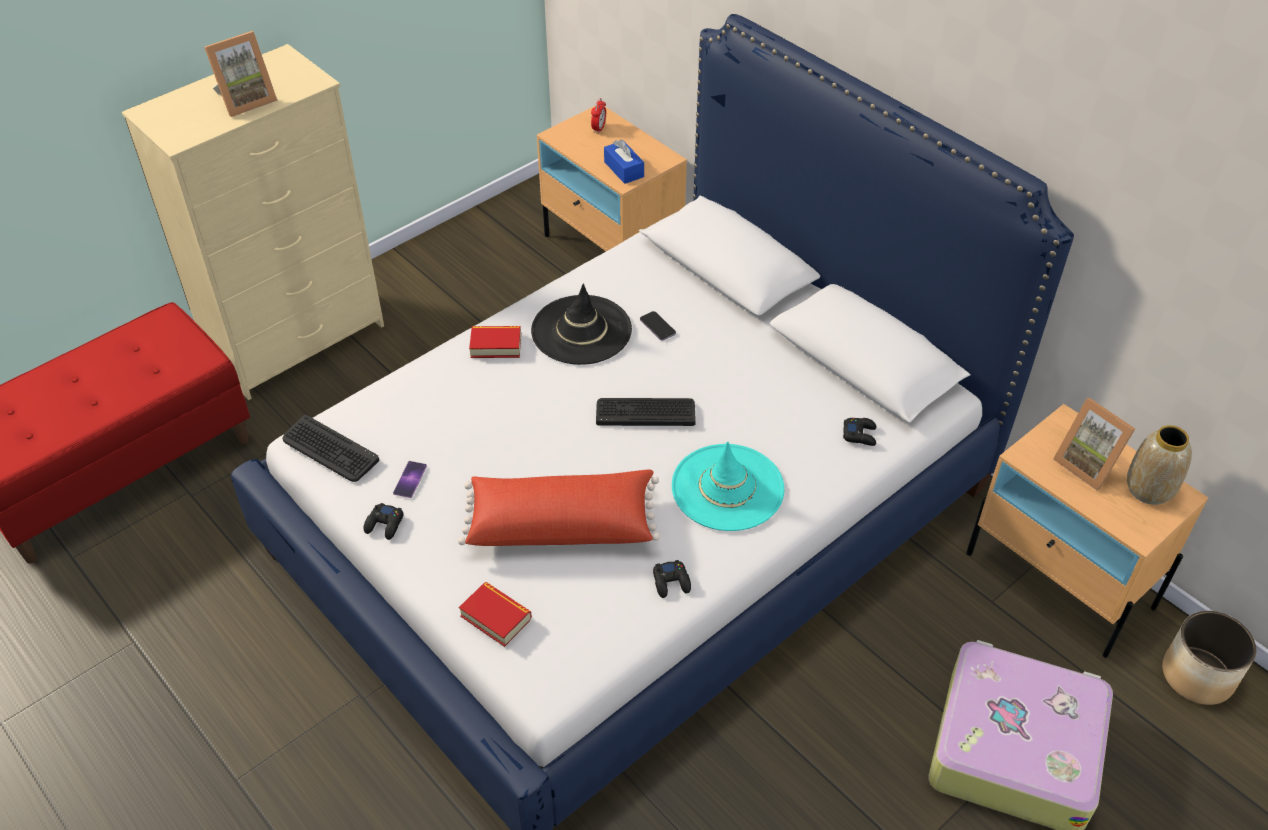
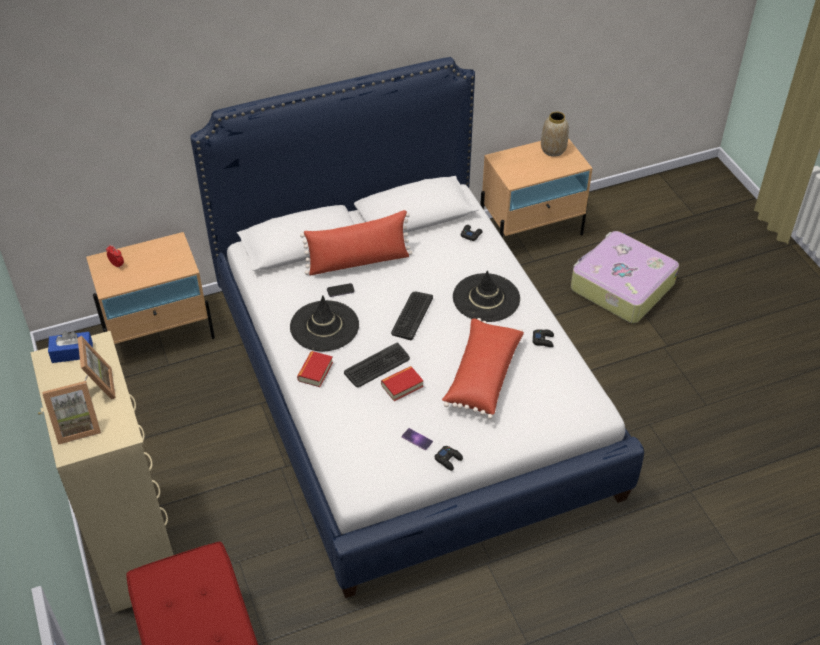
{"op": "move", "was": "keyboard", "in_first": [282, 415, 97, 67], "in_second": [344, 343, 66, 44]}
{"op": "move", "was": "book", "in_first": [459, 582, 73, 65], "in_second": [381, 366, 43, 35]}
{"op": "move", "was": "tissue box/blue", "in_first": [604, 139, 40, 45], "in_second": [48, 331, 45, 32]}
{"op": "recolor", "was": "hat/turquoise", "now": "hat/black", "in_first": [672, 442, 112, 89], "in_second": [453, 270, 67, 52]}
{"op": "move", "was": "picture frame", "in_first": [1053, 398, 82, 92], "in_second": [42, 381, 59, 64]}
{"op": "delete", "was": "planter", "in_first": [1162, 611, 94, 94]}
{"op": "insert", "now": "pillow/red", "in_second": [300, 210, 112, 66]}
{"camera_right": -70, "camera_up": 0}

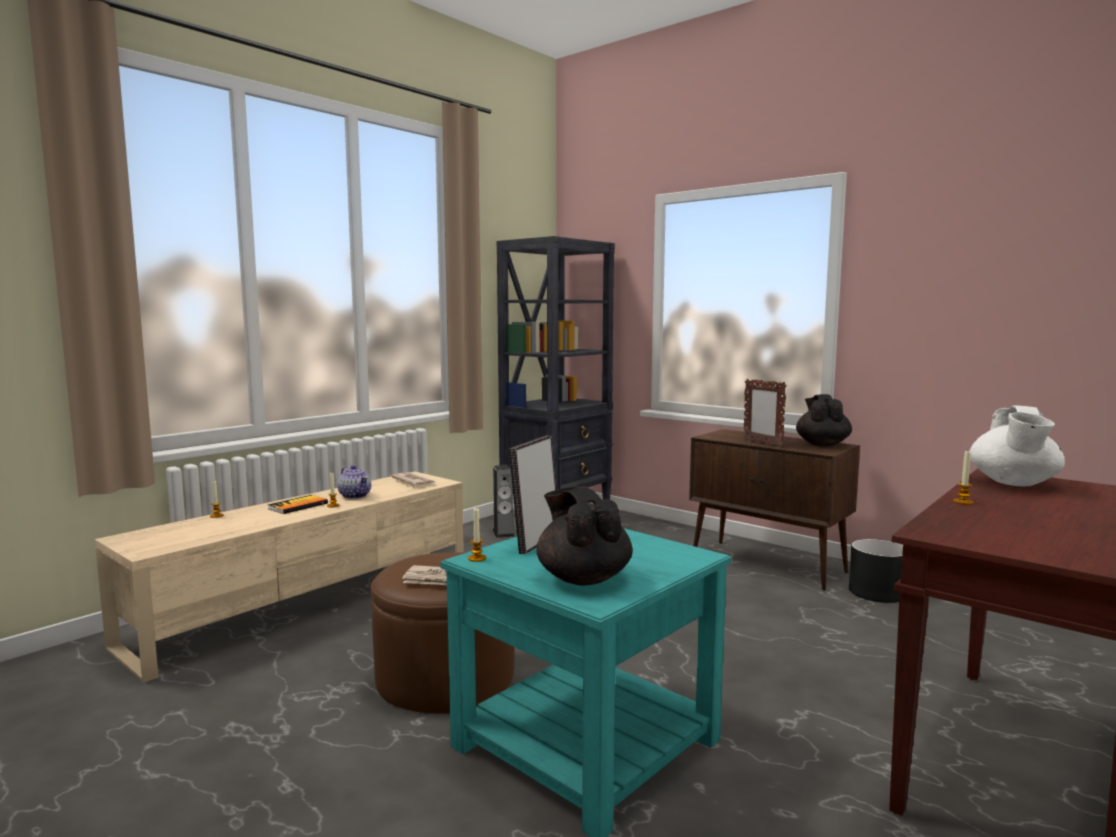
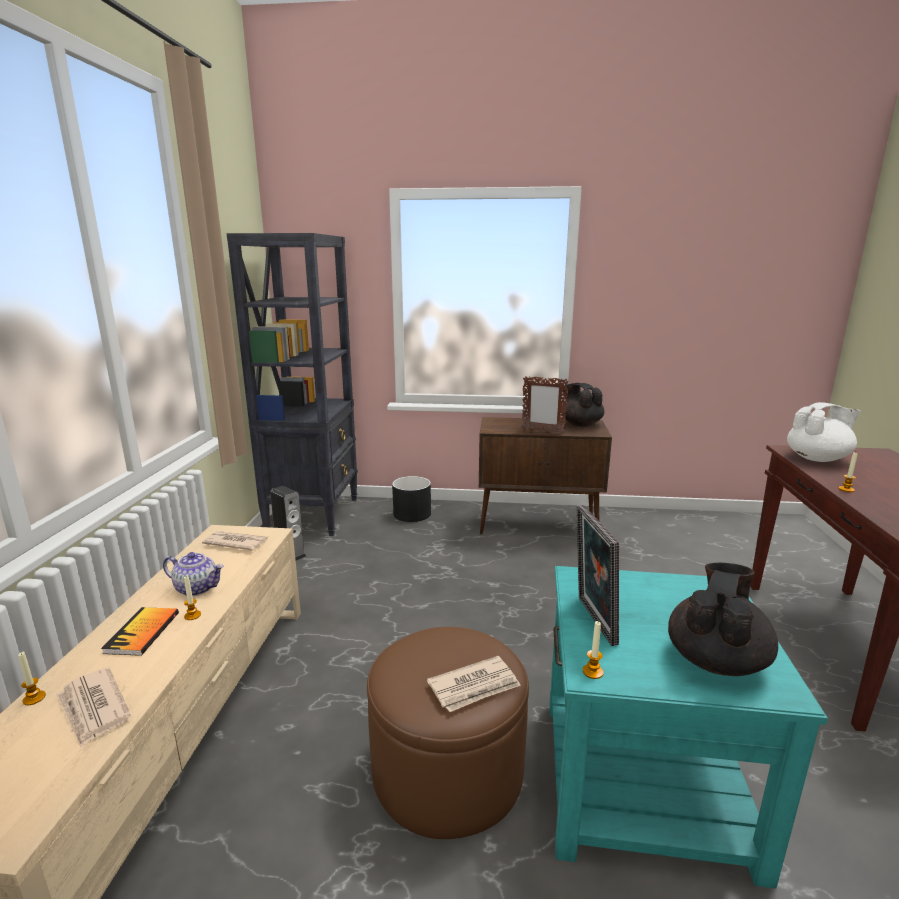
{"op": "rotate", "was": "teapot/black", "in_first": [536, 486, 97, 100], "in_second": [668, 563, 110, 113], "clockwise": 90}
{"op": "move", "was": "planter/black", "in_first": [849, 539, 54, 64], "in_second": [392, 476, 39, 46]}
{"op": "rotate", "was": "teapot/white", "in_first": [969, 405, 96, 81], "in_second": [787, 402, 74, 60], "clockwise": -90}
{"op": "insert", "now": "newspaper", "in_second": [56, 667, 75, 80]}
{"camera_right": -35, "camera_up": 10}

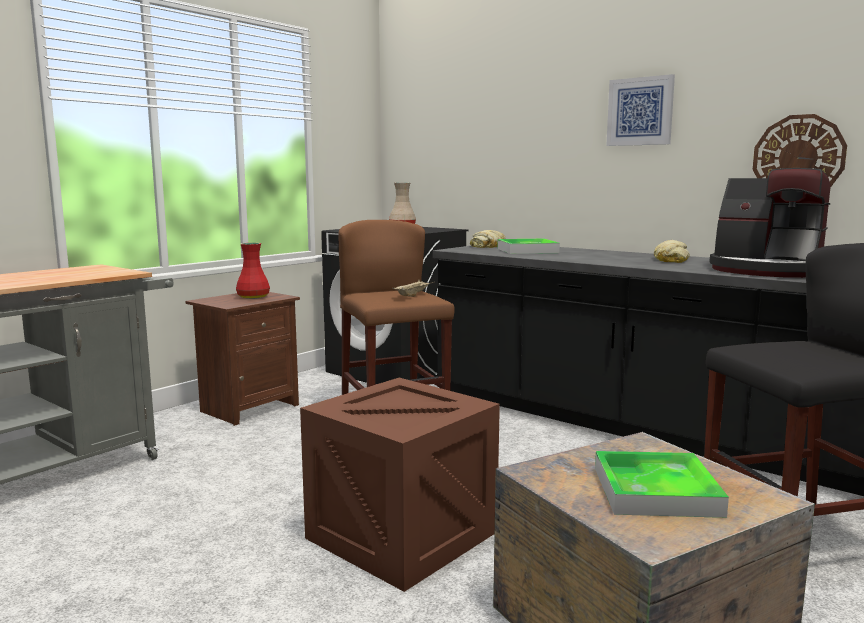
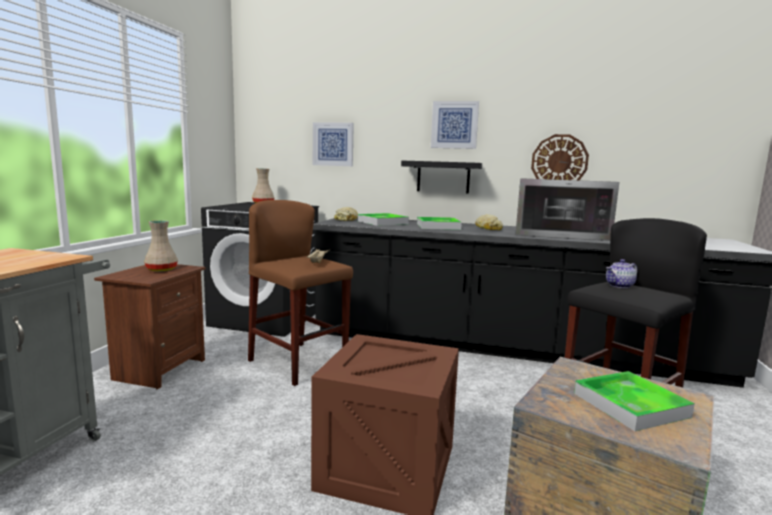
{"op": "recolor", "was": "vase/red", "now": "vase/beige", "in_first": [236, 243, 34, 56], "in_second": [144, 220, 34, 52]}
{"op": "replace", "was": "coffee machine", "now": "microwave", "in_first": [709, 168, 122, 110], "in_second": [515, 178, 104, 63]}
{"op": "insert", "now": "picture", "in_second": [313, 122, 41, 44]}
{"op": "insert", "now": "shelf/black", "in_second": [401, 161, 81, 33]}
{"op": "insert", "now": "tray", "in_second": [417, 217, 45, 13]}
{"op": "insert", "now": "teapot", "in_second": [606, 259, 32, 29]}
{"camera_right": -25, "camera_up": 0}

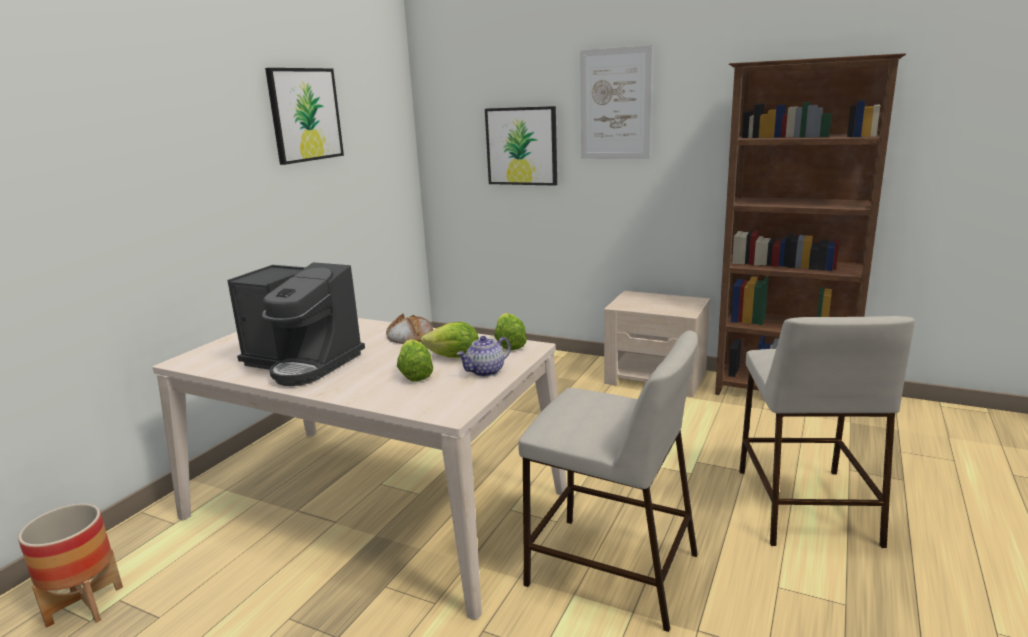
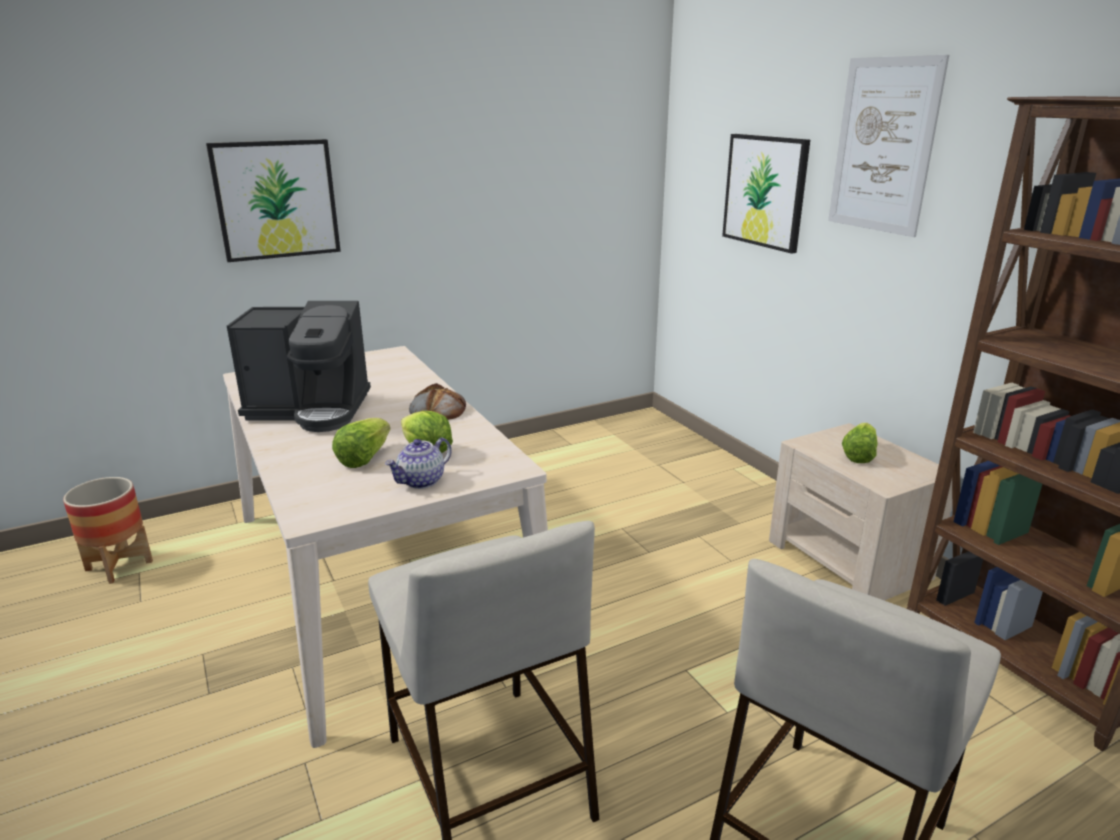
{"op": "rotate", "was": "coffee machine", "in_first": [227, 262, 138, 124], "in_second": [227, 301, 144, 131], "clockwise": -60}
{"op": "move", "was": "picture", "in_first": [265, 68, 79, 97], "in_second": [206, 139, 135, 123]}
{"op": "rotate", "was": "teapot", "in_first": [457, 336, 54, 41], "in_second": [385, 438, 67, 51], "clockwise": -45}
{"op": "move", "was": "lettuce", "in_first": [494, 313, 33, 38], "in_second": [842, 423, 35, 40]}
{"camera_right": 35, "camera_up": 5}

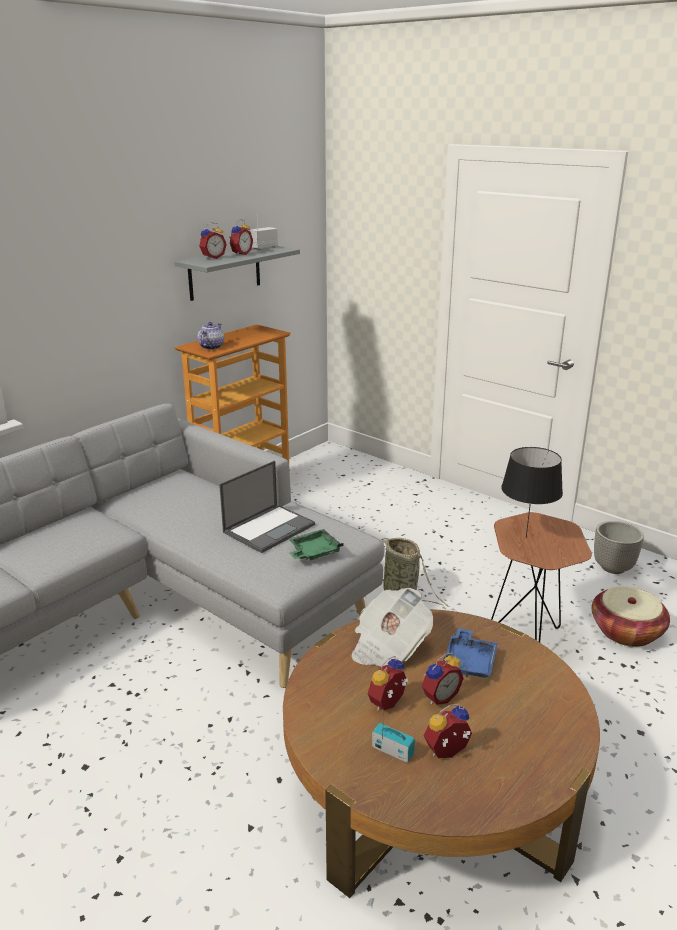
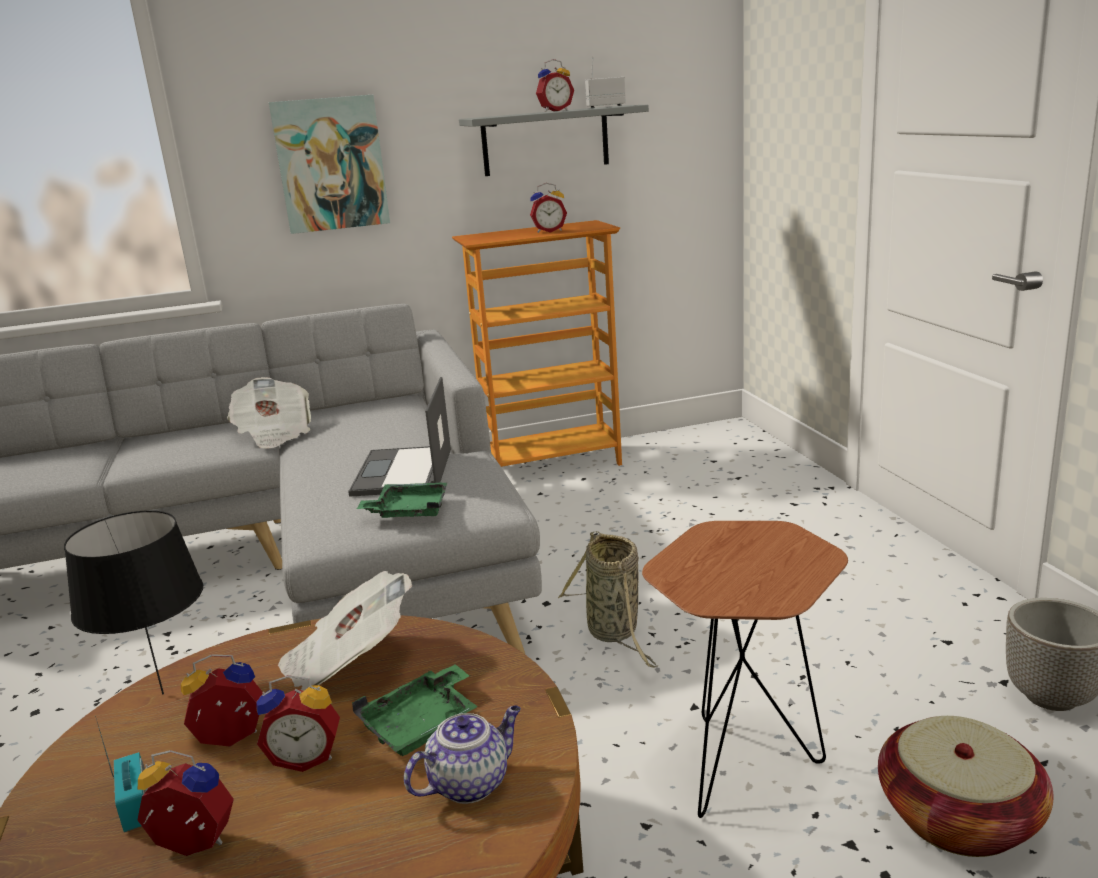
{"op": "move", "was": "teapot", "in_first": [197, 322, 27, 28], "in_second": [404, 706, 117, 98]}
{"op": "move", "was": "alarm clock", "in_first": [199, 222, 28, 37], "in_second": [530, 183, 37, 50]}
{"op": "rotate", "was": "laptop", "in_first": [219, 460, 96, 93], "in_second": [348, 377, 103, 120], "clockwise": 105}
{"op": "recolor", "was": "tray/blue", "now": "tray/green", "in_first": [443, 628, 55, 50], "in_second": [352, 664, 126, 92]}
{"op": "move", "was": "table lamp/black", "in_first": [501, 447, 62, 90], "in_second": [64, 510, 139, 185]}
{"op": "insert", "now": "newspaper", "in_second": [227, 377, 84, 72]}
{"op": "insert", "now": "picture", "in_second": [269, 95, 121, 139]}
{"camera_right": 35, "camera_up": -5}

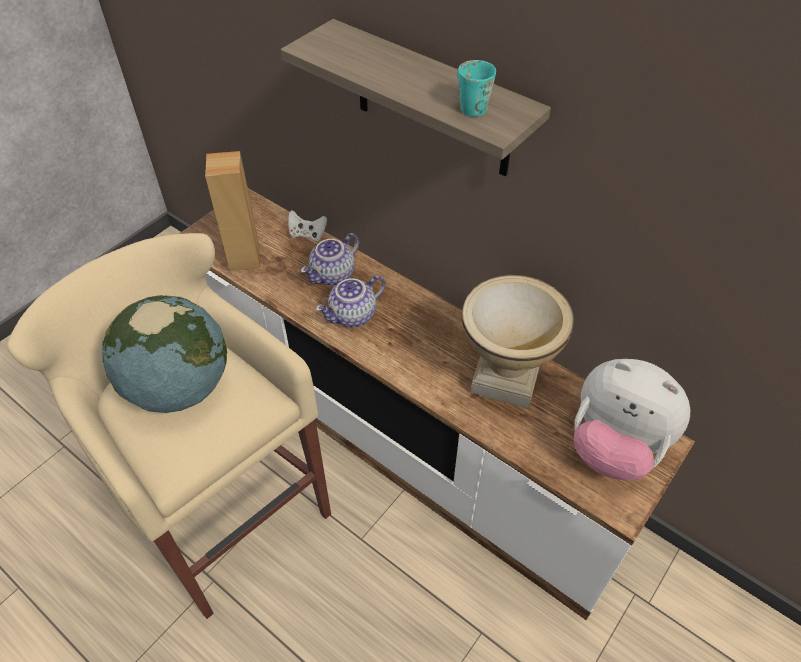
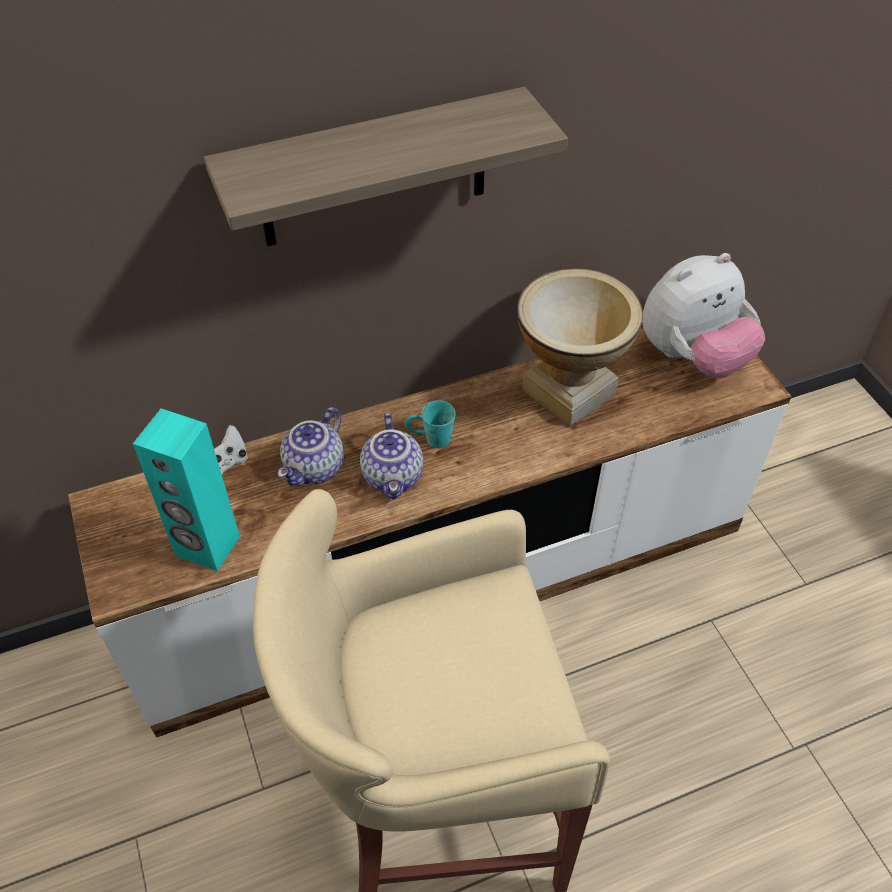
{"op": "delete", "was": "globe", "in_first": [102, 295, 125, 118]}
{"op": "recolor", "was": "speaker/brown", "now": "speaker/turquoise", "in_first": [205, 151, 55, 120], "in_second": [133, 408, 107, 163]}
{"op": "rotate", "was": "teapot", "in_first": [301, 233, 58, 53], "in_second": [278, 407, 66, 79], "clockwise": 45}
{"op": "move", "was": "mug/turquoise", "in_first": [457, 60, 39, 57], "in_second": [405, 400, 50, 48]}
{"camera_right": -60, "camera_up": 0}

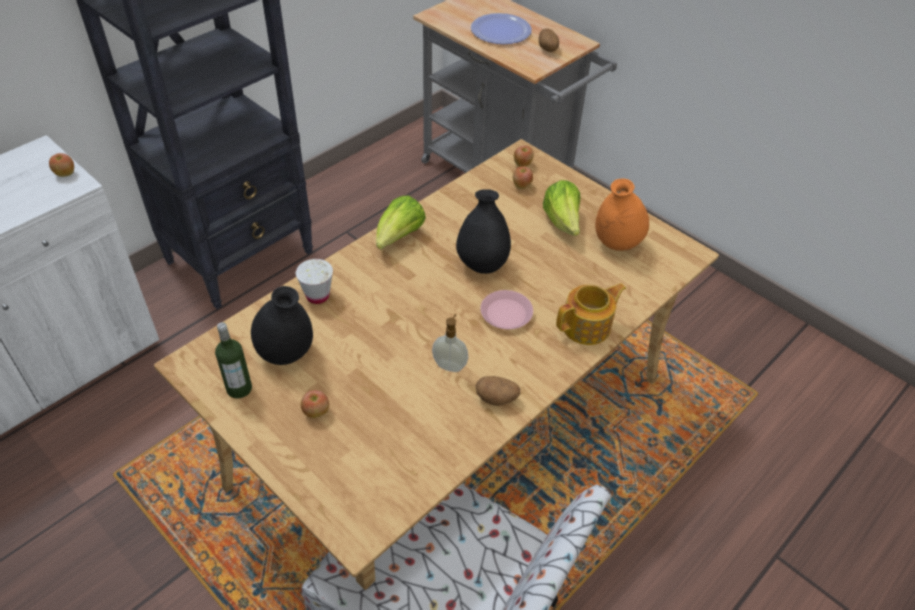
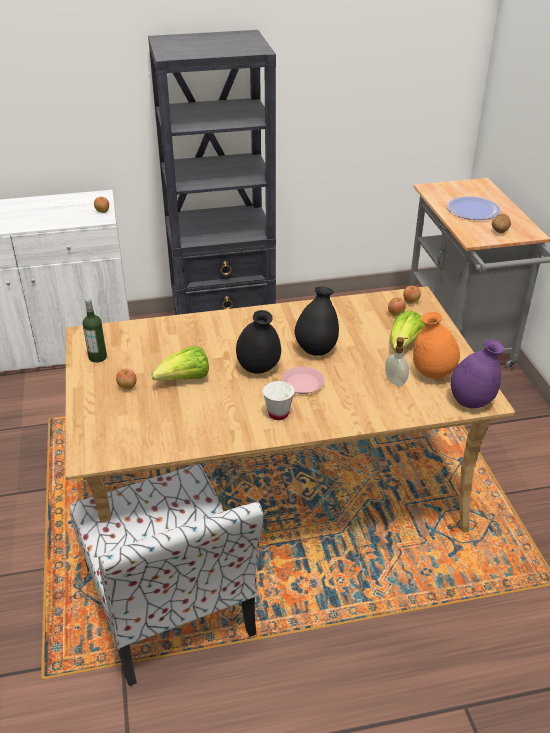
{"op": "move", "was": "vase/black", "in_first": [251, 286, 62, 79], "in_second": [236, 310, 45, 64]}
{"op": "move", "was": "cup/white", "in_first": [296, 259, 37, 45], "in_second": [263, 381, 32, 39]}
{"op": "move", "was": "lettuce", "in_first": [376, 196, 50, 53], "in_second": [151, 346, 58, 34]}
{"op": "move", "was": "soap dispenser", "in_first": [432, 314, 36, 58], "in_second": [385, 337, 24, 49]}
{"op": "delete", "was": "potato", "in_first": [476, 376, 44, 30]}
{"op": "delete", "was": "teapot", "in_first": [556, 283, 70, 62]}
{"op": "insert", "now": "vase/purple", "in_second": [451, 339, 53, 70]}
{"camera_right": 35, "camera_up": -10}

